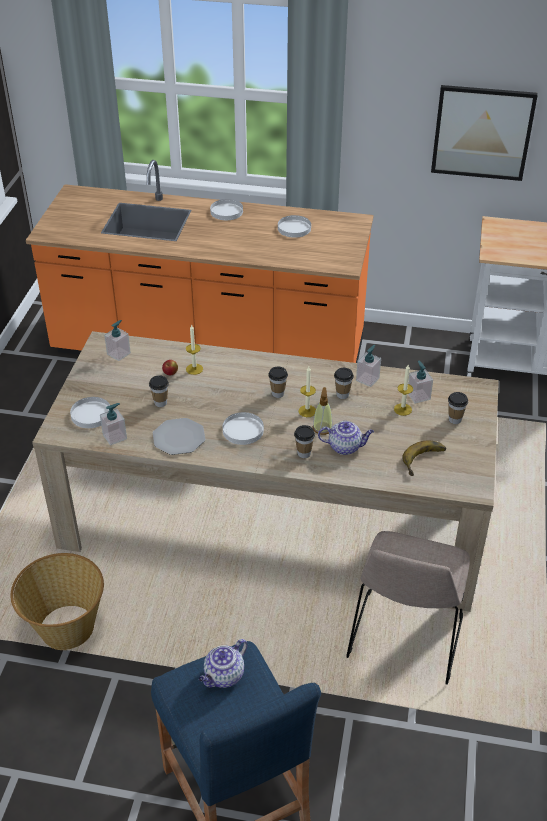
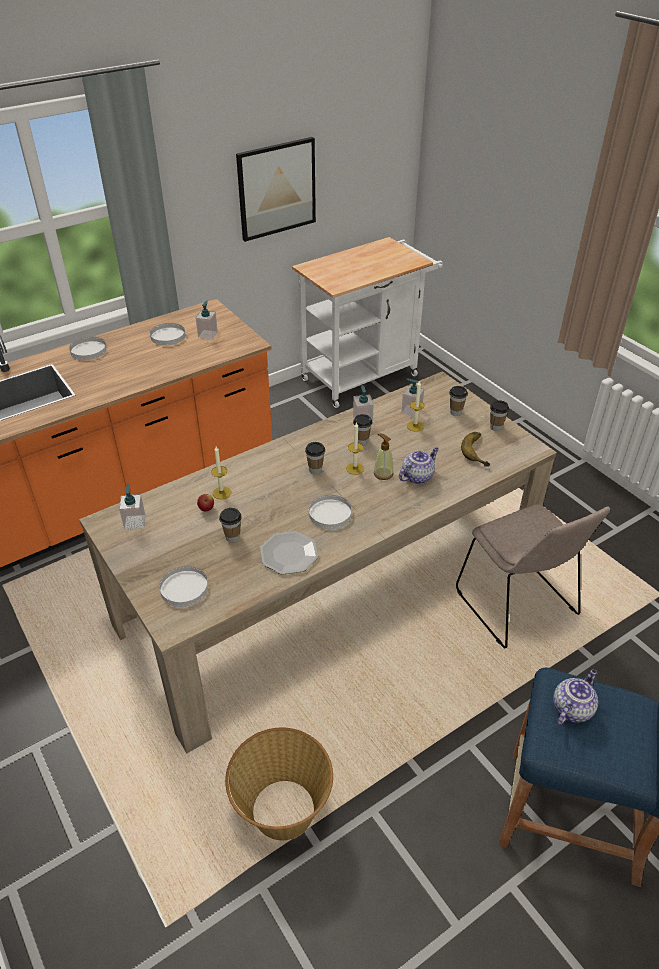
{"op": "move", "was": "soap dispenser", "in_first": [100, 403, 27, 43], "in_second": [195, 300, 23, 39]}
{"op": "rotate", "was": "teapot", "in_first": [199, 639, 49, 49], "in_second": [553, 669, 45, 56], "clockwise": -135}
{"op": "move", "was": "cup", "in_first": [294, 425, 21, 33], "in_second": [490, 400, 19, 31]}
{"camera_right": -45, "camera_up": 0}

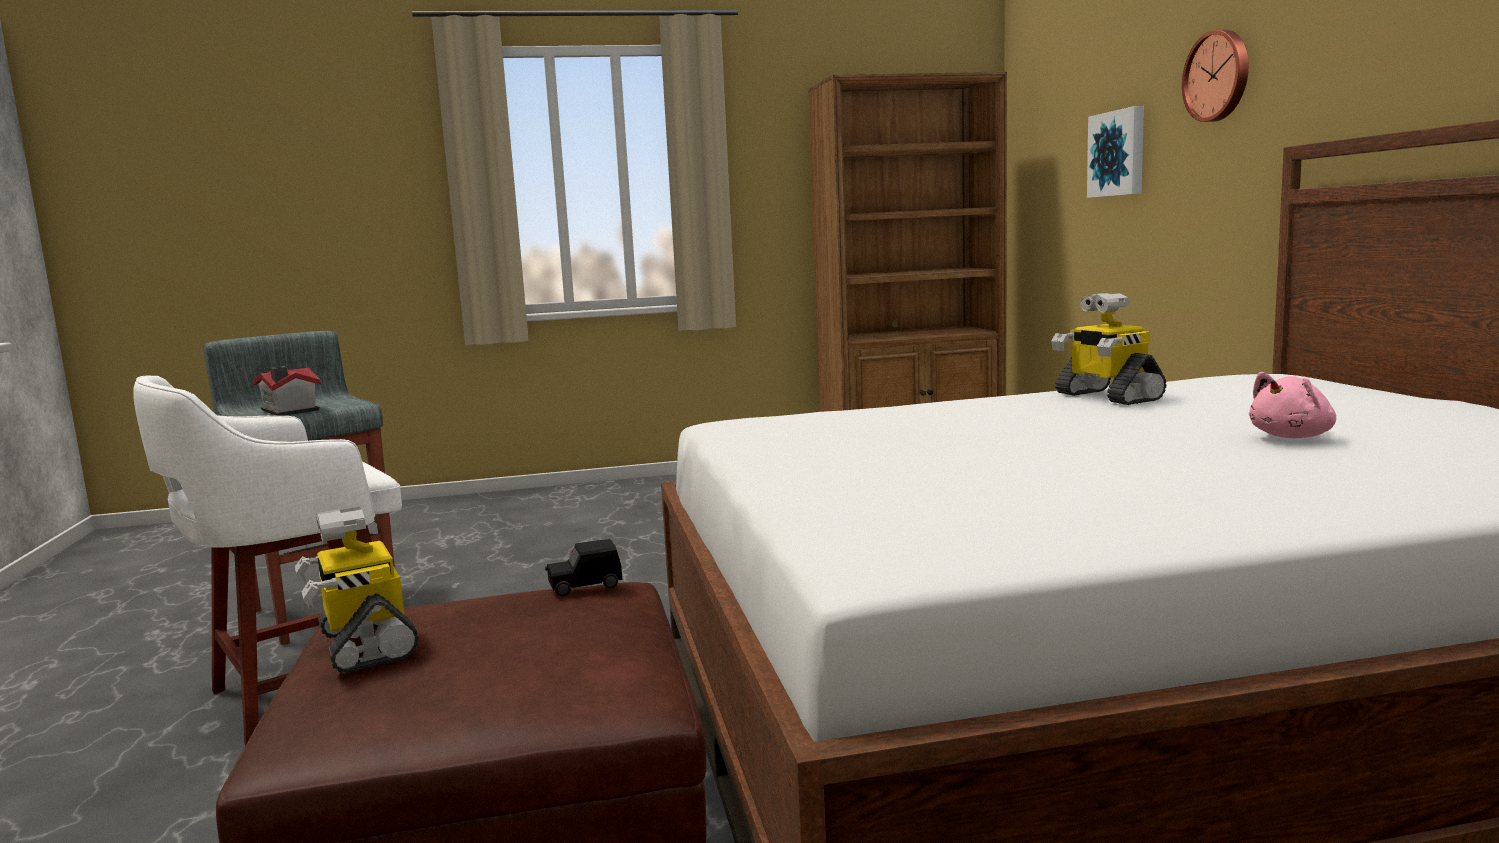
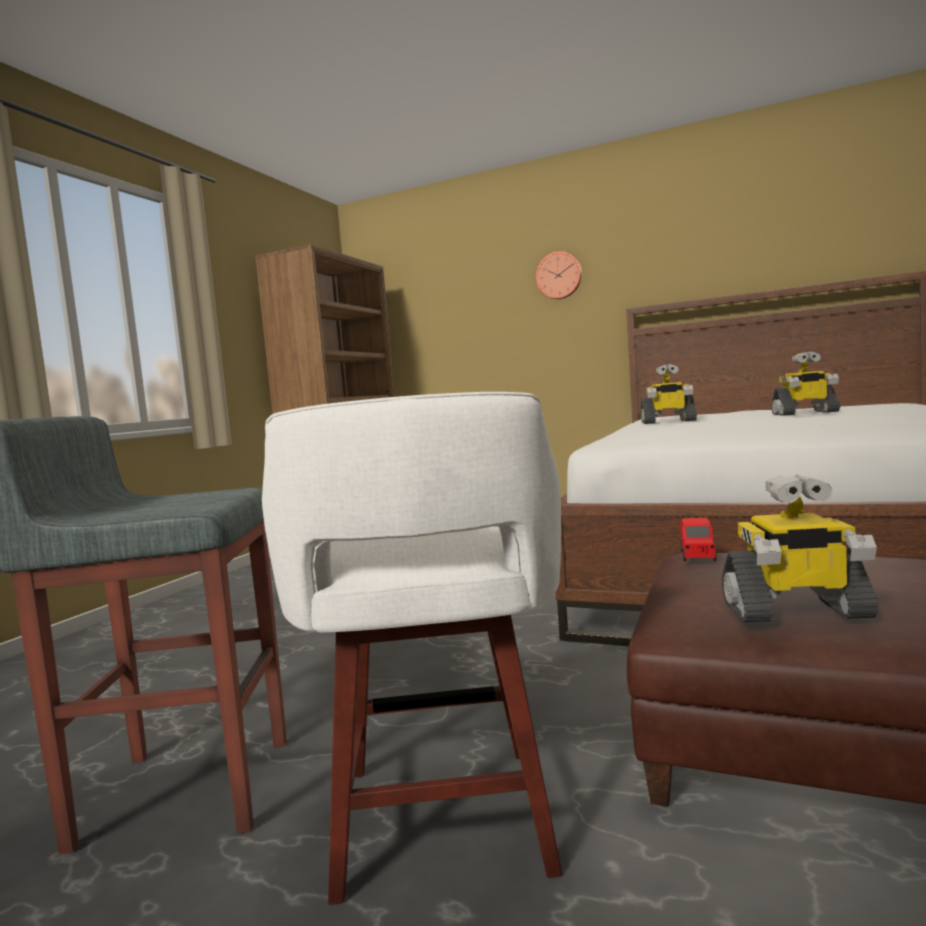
{"op": "delete", "was": "toy house", "in_first": [252, 366, 69, 50]}
{"op": "recolor", "was": "toy car/black", "now": "toy car/red", "in_first": [545, 539, 77, 57], "in_second": [680, 518, 37, 43]}
{"op": "delete", "was": "picture", "in_first": [1087, 106, 57, 92]}
{"op": "replace", "was": "plush toy/pink", "now": "toy robot", "in_first": [1249, 372, 87, 66], "in_second": [771, 352, 69, 64]}
{"camera_right": -55, "camera_up": -5}

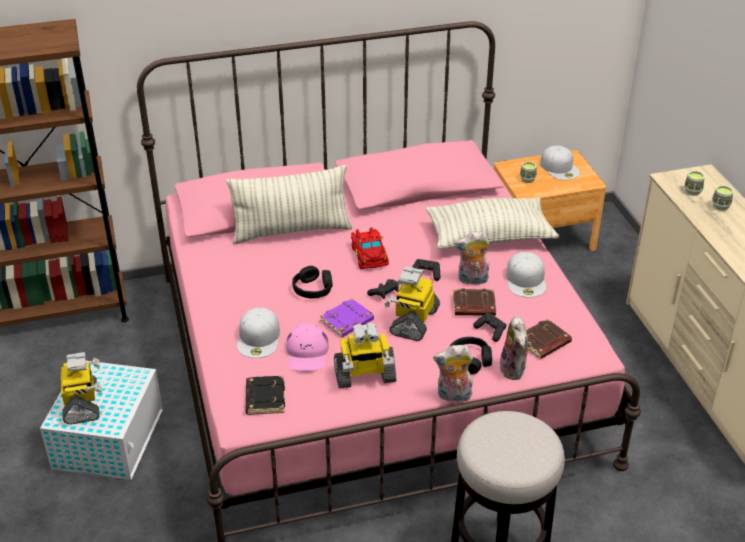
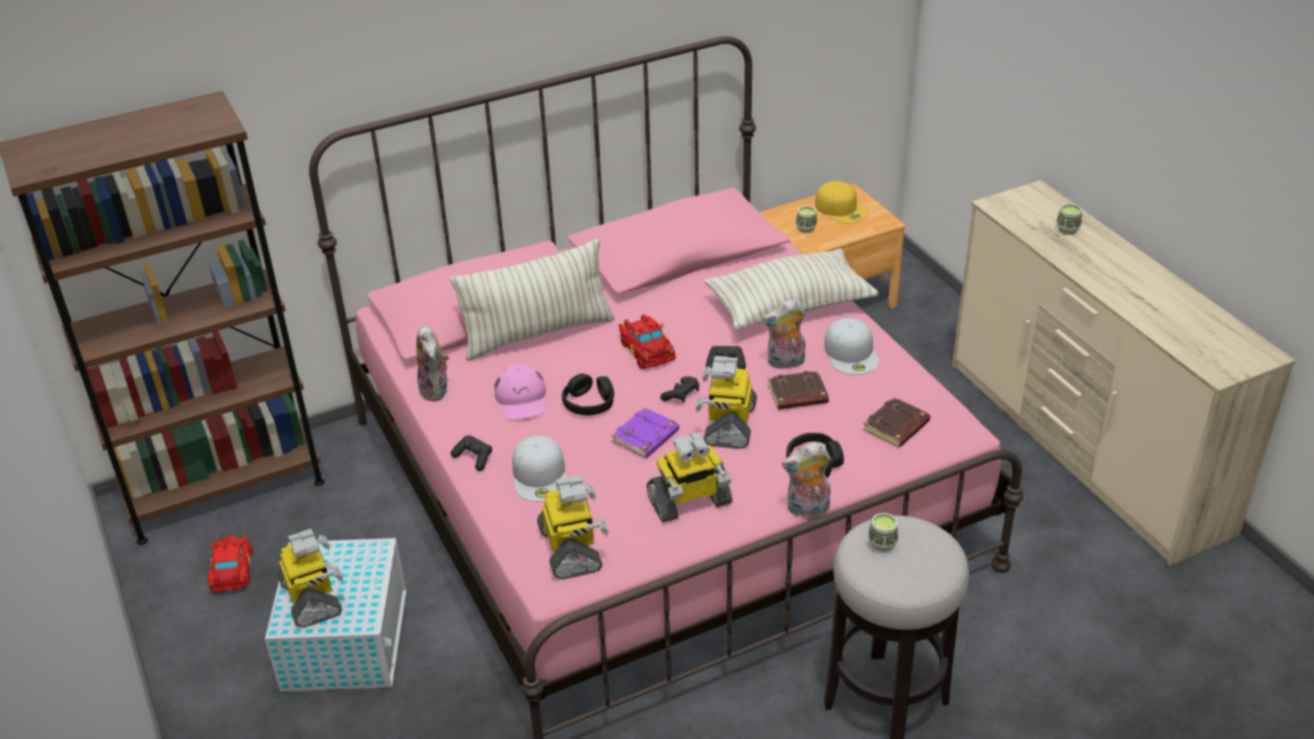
{"op": "replace", "was": "book/black", "now": "toy robot", "in_first": [246, 376, 39, 39], "in_second": [537, 475, 72, 104]}
{"op": "move", "was": "cap/pink", "in_first": [286, 323, 43, 48], "in_second": [494, 364, 52, 55]}
{"op": "move", "was": "game controller/black", "in_first": [473, 313, 33, 29], "in_second": [451, 435, 41, 36]}
{"op": "move", "was": "plush toy", "in_first": [500, 316, 32, 64], "in_second": [417, 324, 32, 77]}
{"op": "recolor", "was": "cap/white", "now": "cap/yellow", "in_first": [540, 145, 40, 35], "in_second": [815, 181, 53, 43]}
{"op": "move", "was": "cup", "in_first": [684, 171, 21, 24], "in_second": [868, 513, 30, 39]}
{"op": "insert", "now": "toy car/red", "in_second": [208, 531, 45, 61]}
{"camera_right": -10, "camera_up": 0}

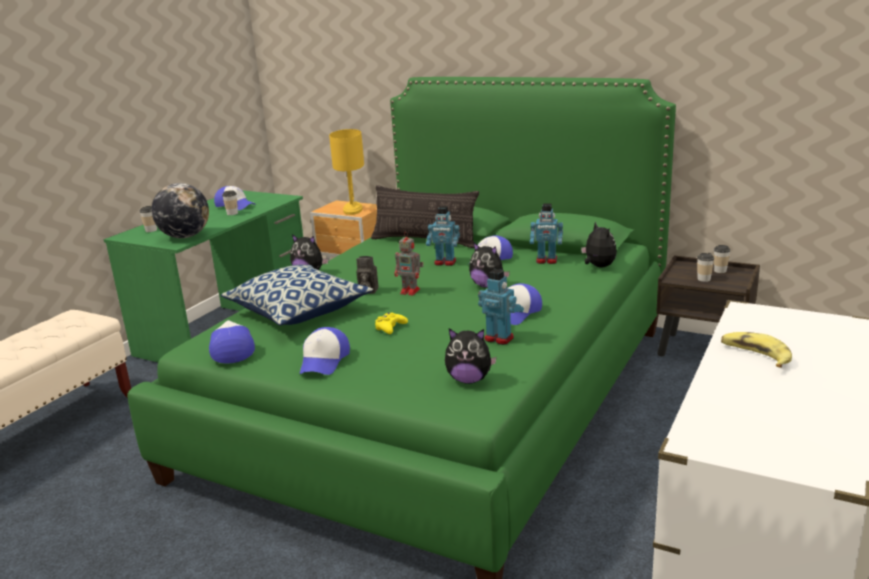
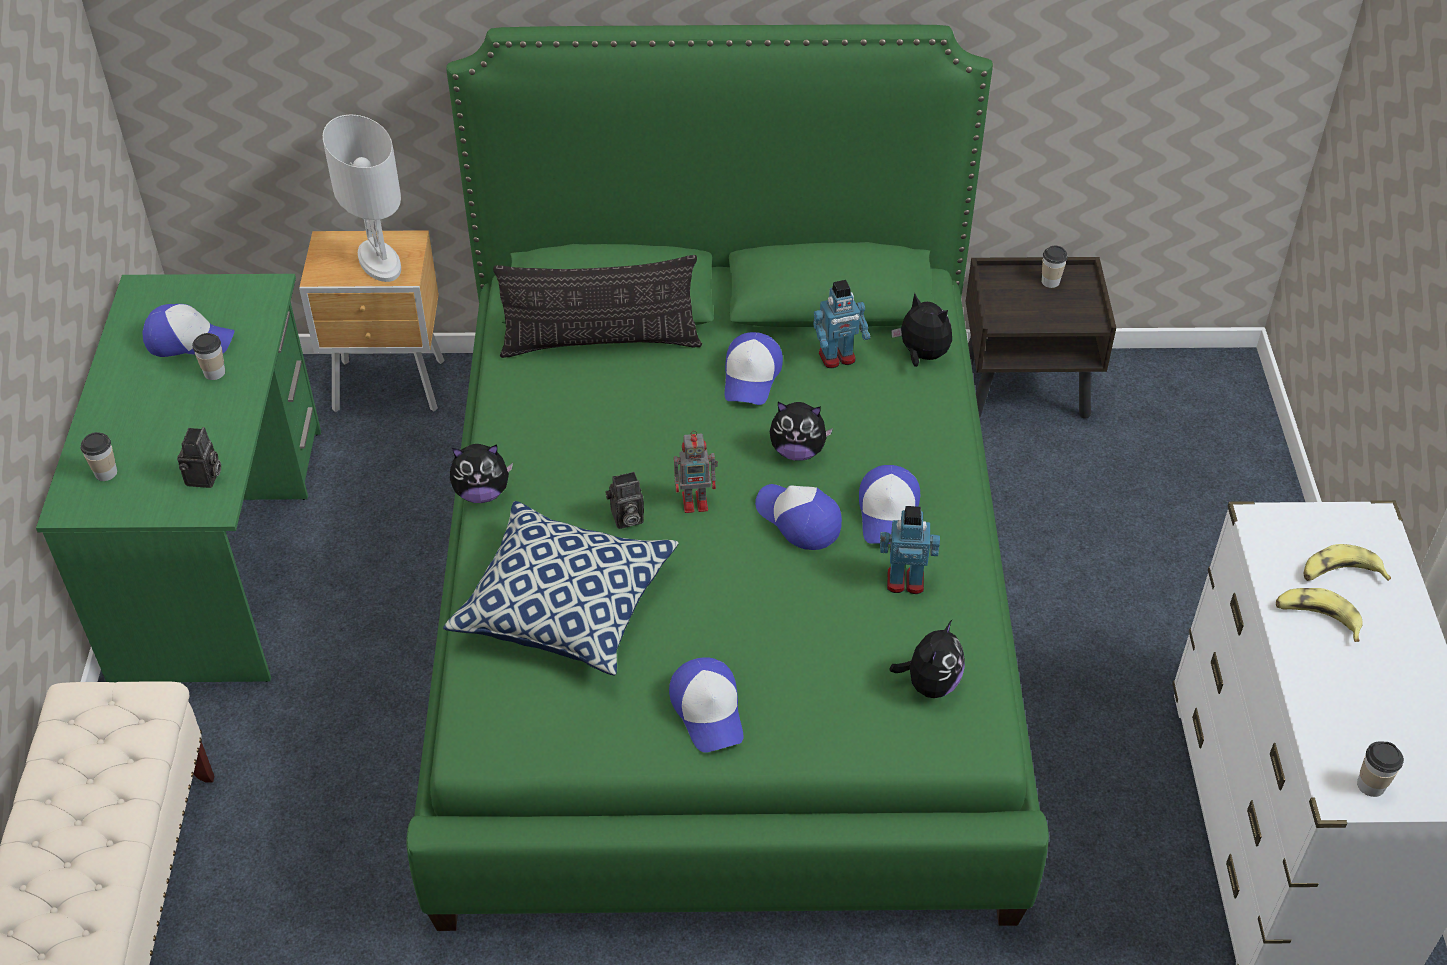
{"op": "replace", "was": "globe", "now": "photo camera", "in_first": [151, 183, 58, 55], "in_second": [177, 427, 44, 61]}
{"op": "move", "was": "cap", "in_first": [209, 320, 46, 44], "in_second": [755, 484, 87, 66]}
{"op": "recolor", "was": "table lamp/yellow", "now": "table lamp/white", "in_first": [329, 129, 35, 86], "in_second": [323, 115, 78, 167]}
{"op": "delete", "was": "game controller/yellow", "in_first": [375, 312, 33, 22]}
{"op": "delete", "was": "toy robot", "in_first": [426, 206, 34, 60]}
{"op": "rotate", "was": "plush toy", "in_first": [445, 329, 52, 55], "in_second": [889, 619, 76, 79], "clockwise": -45}
{"op": "move", "was": "cup", "in_first": [697, 253, 17, 29], "in_second": [1357, 741, 47, 56]}
{"op": "insert", "now": "banana", "in_second": [1304, 544, 87, 37]}
{"camera_right": -30, "camera_up": 25}

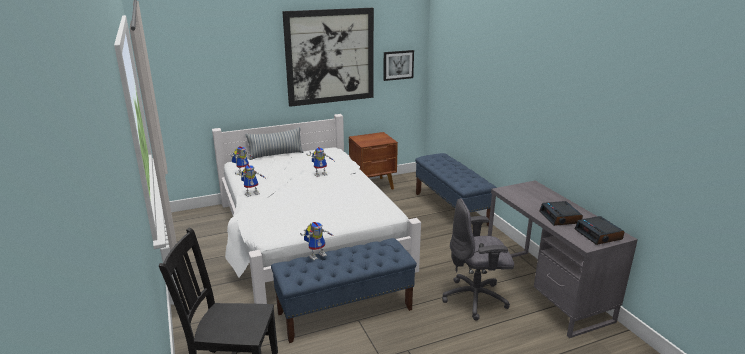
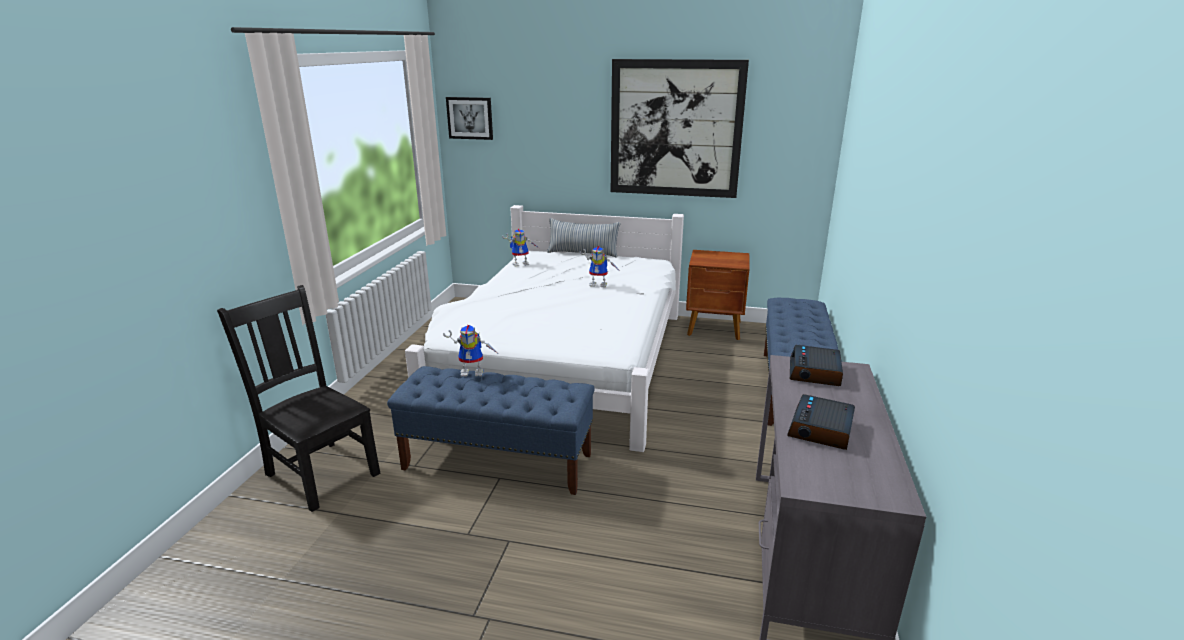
{"op": "delete", "was": "toy robot", "in_first": [235, 165, 32, 32]}
{"op": "move", "was": "picture", "in_first": [383, 50, 31, 31], "in_second": [446, 97, 47, 43]}
{"op": "delete", "was": "office chair/grey", "in_first": [442, 198, 72, 123]}
{"op": "move", "was": "alarm clock", "in_first": [575, 216, 49, 29], "in_second": [790, 345, 53, 41]}
{"camera_right": 35, "camera_up": 0}

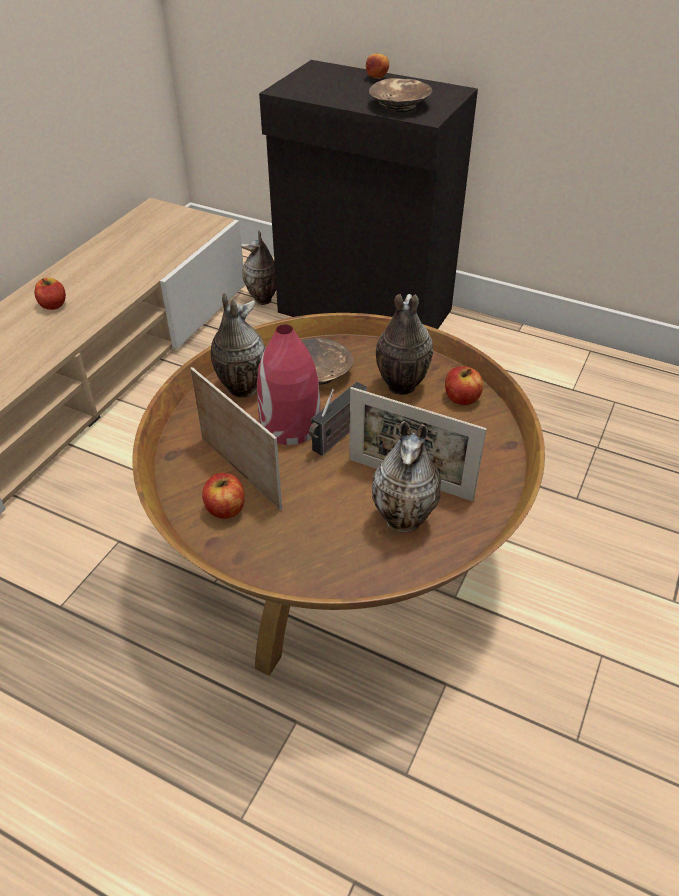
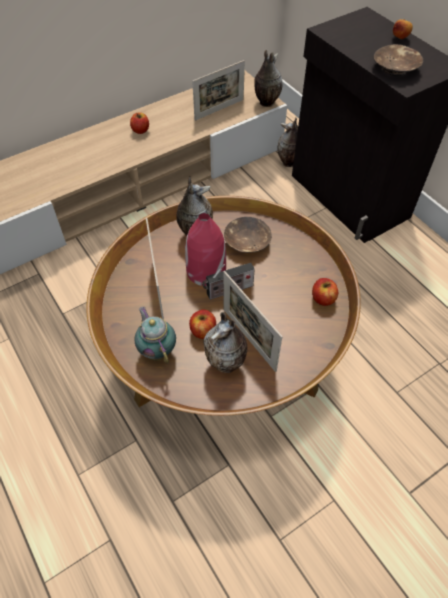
{"op": "move", "was": "apple", "in_first": [202, 473, 43, 46], "in_second": [189, 310, 27, 29]}
{"op": "move", "was": "vase", "in_first": [376, 294, 57, 101], "in_second": [255, 50, 28, 57]}
{"op": "insert", "now": "teapot", "in_second": [135, 307, 41, 57]}
{"op": "insert", "now": "picture frame", "in_second": [192, 60, 53, 61]}
{"camera_right": 30, "camera_up": 10}

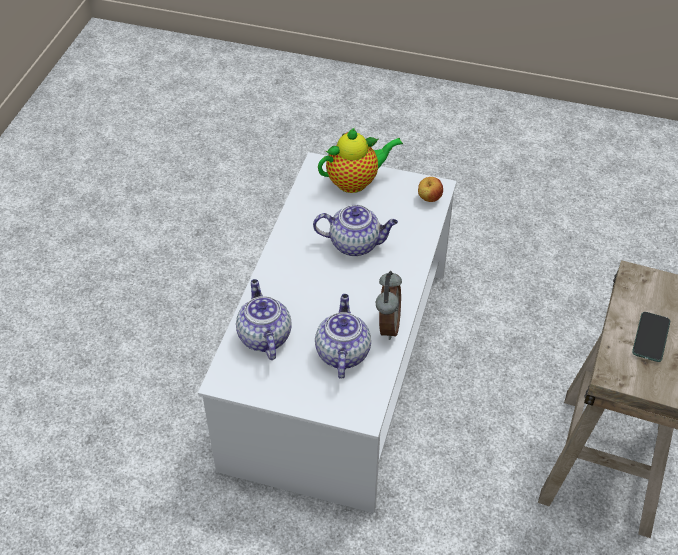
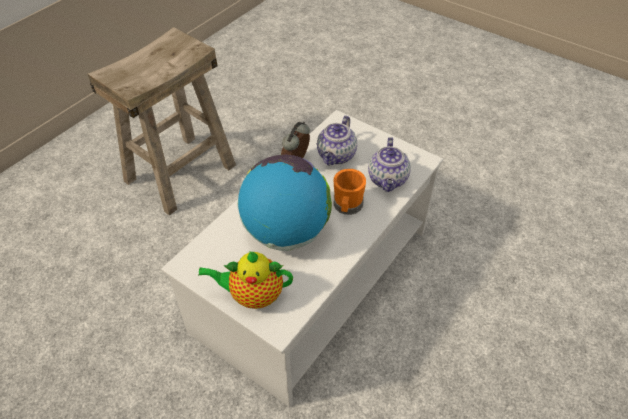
{"op": "replace", "was": "teapot", "now": "globe", "in_first": [313, 205, 85, 51], "in_second": [237, 155, 95, 96]}
{"op": "delete", "was": "apple", "in_first": [418, 177, 25, 25]}
{"op": "delete", "was": "phone", "in_first": [632, 312, 38, 50]}
{"op": "insert", "now": "mug/orange", "in_second": [334, 169, 32, 46]}
{"camera_right": -160, "camera_up": 0}

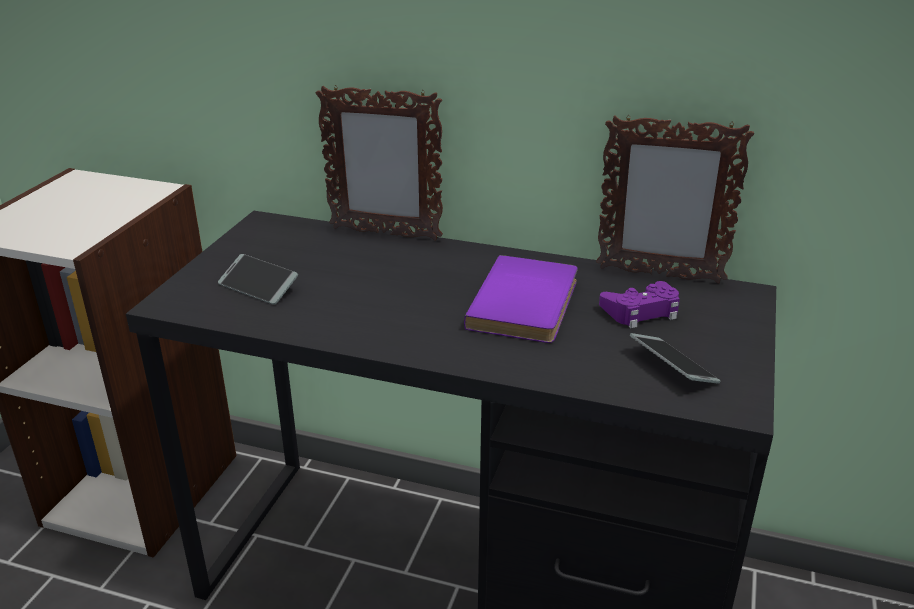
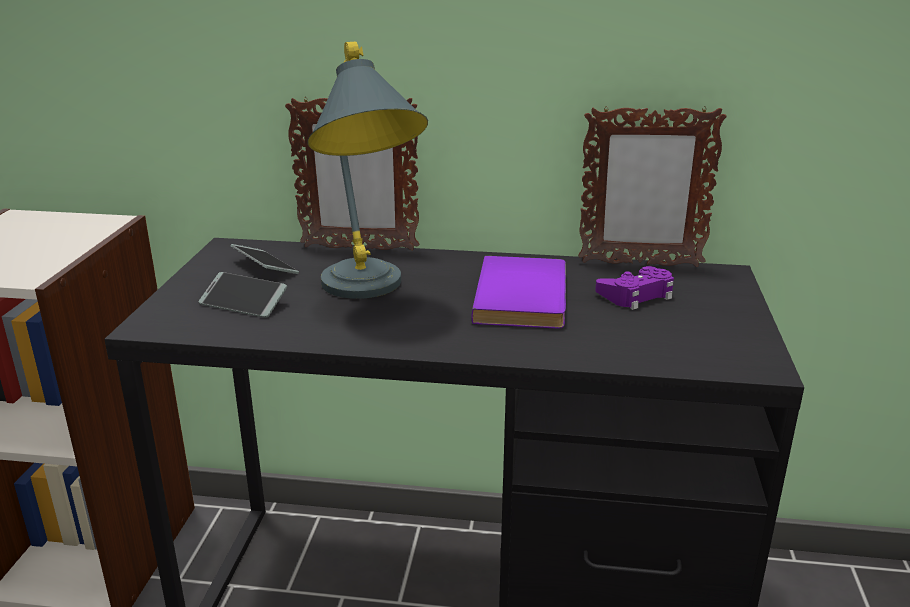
{"op": "move", "was": "phone", "in_first": [630, 333, 91, 51], "in_second": [231, 244, 68, 30]}
{"op": "insert", "now": "table lamp/grey", "in_second": [307, 41, 121, 258]}
{"camera_right": -10, "camera_up": -5}

